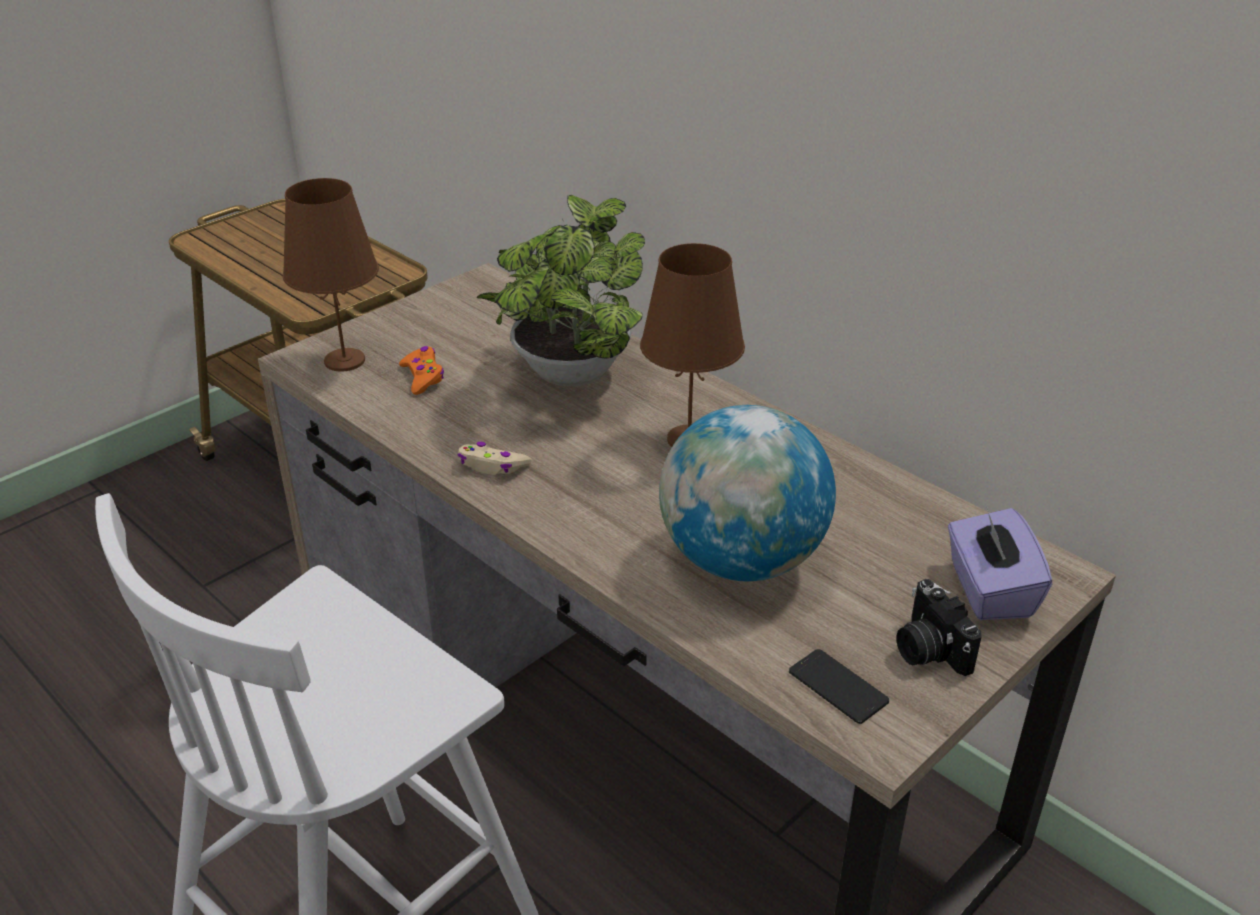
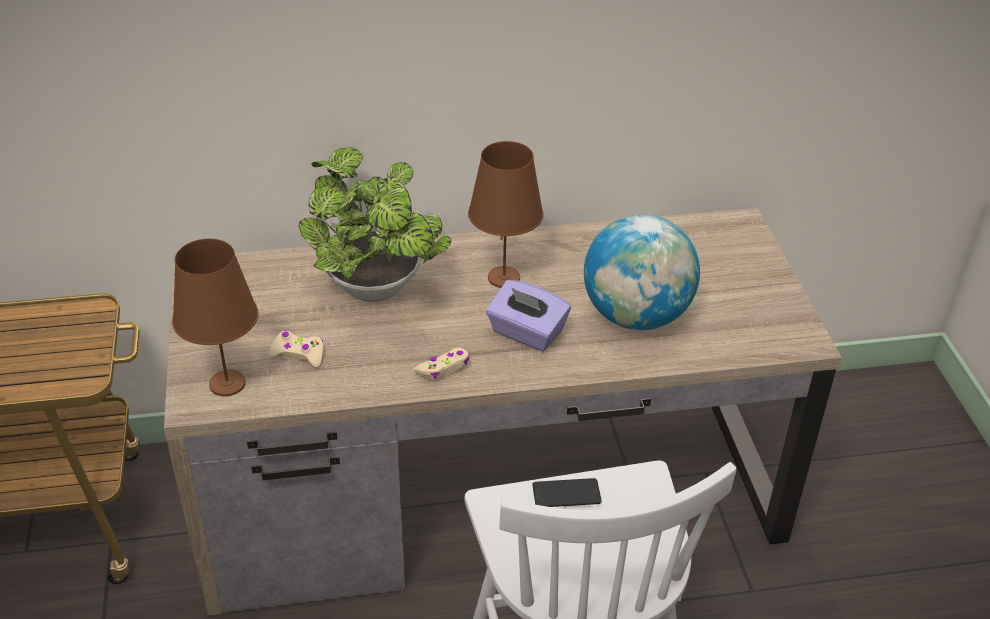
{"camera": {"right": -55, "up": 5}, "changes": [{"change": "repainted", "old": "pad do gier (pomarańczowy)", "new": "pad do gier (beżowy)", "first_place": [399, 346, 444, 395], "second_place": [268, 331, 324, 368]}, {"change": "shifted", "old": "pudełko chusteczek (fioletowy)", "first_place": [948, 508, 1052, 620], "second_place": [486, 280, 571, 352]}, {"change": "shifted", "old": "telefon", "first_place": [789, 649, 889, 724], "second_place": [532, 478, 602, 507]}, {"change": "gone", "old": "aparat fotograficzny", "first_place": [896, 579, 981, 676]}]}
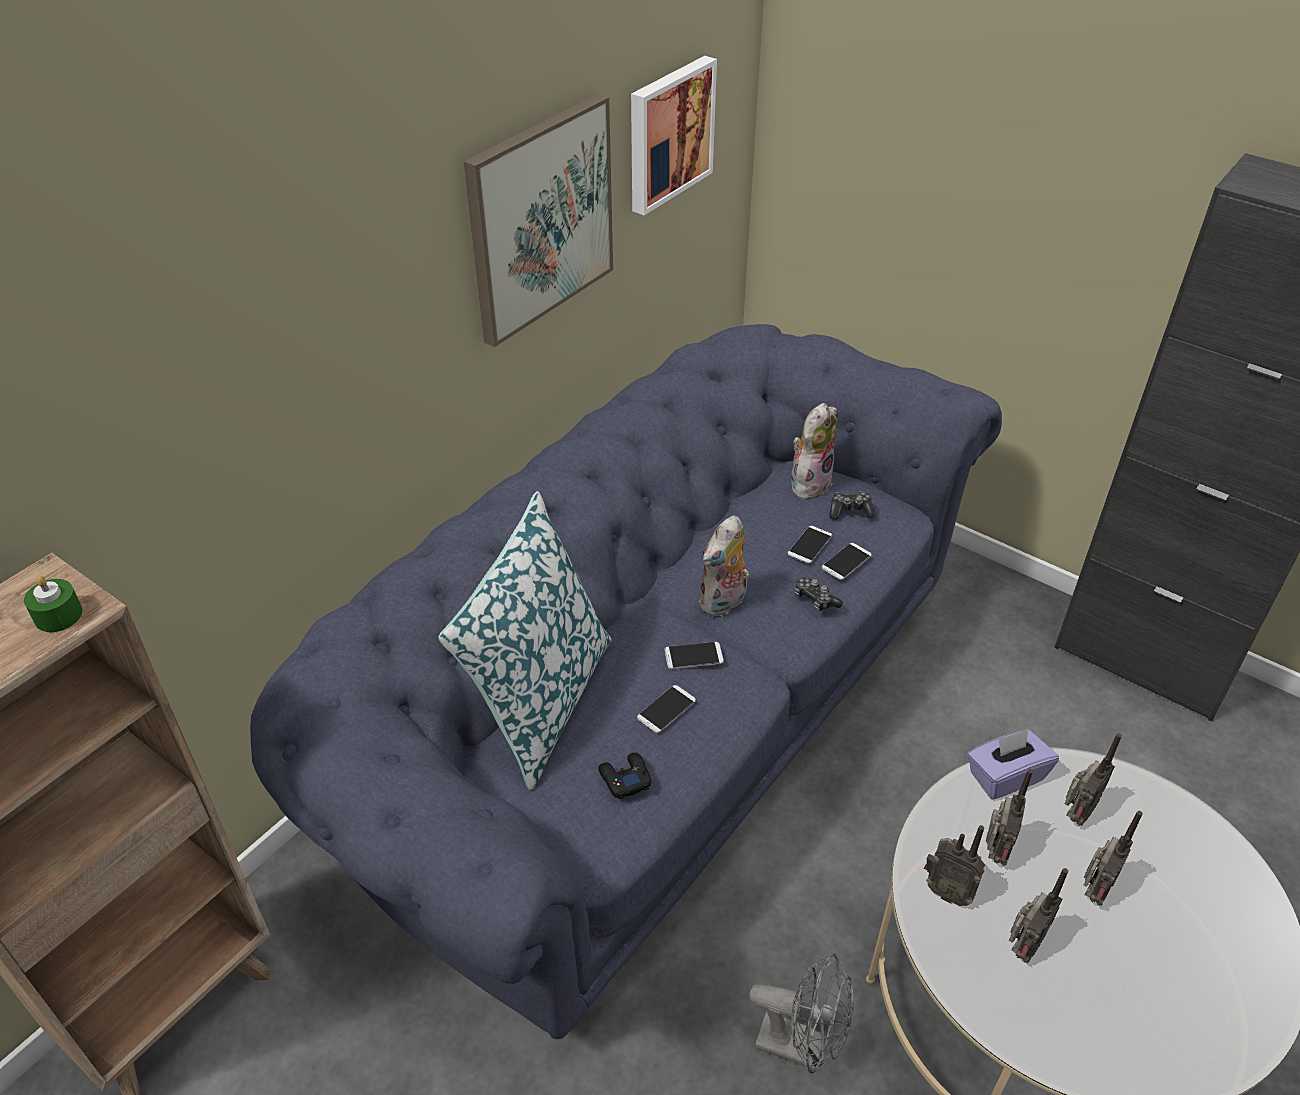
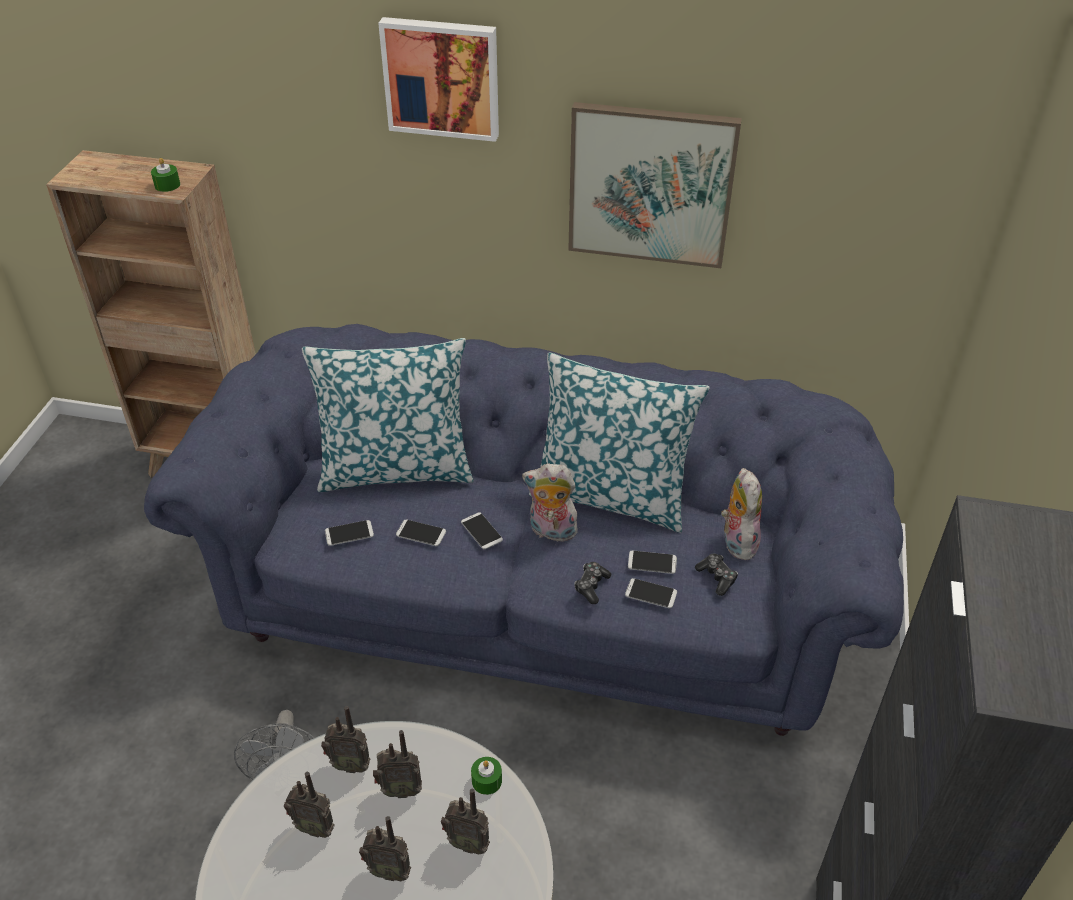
{"camera": {"right": 65, "up": 0}, "changes": [{"change": "rotated", "old": "radio", "first_place": [924, 825, 985, 906], "second_place": [321, 706, 371, 773], "degrees": -90}, {"change": "swapped", "old": "pad do gier (czarny)", "new": "telefon", "first_place": [598, 753, 651, 799], "second_place": [325, 520, 374, 546]}, {"change": "shifted", "old": "obraz", "first_place": [631, 56, 717, 215], "second_place": [378, 17, 499, 142]}, {"change": "swapped", "old": "pudełko chusteczek (fioletowy)", "new": "świeca (zielony)", "first_place": [967, 729, 1059, 799], "second_place": [471, 757, 502, 795]}, {"change": "new", "new": "poduszka", "second_place": [529, 353, 710, 533]}, {"change": "rotated", "old": "pluszak", "first_place": [791, 403, 838, 499], "second_place": [721, 468, 762, 560], "degrees": -105}]}
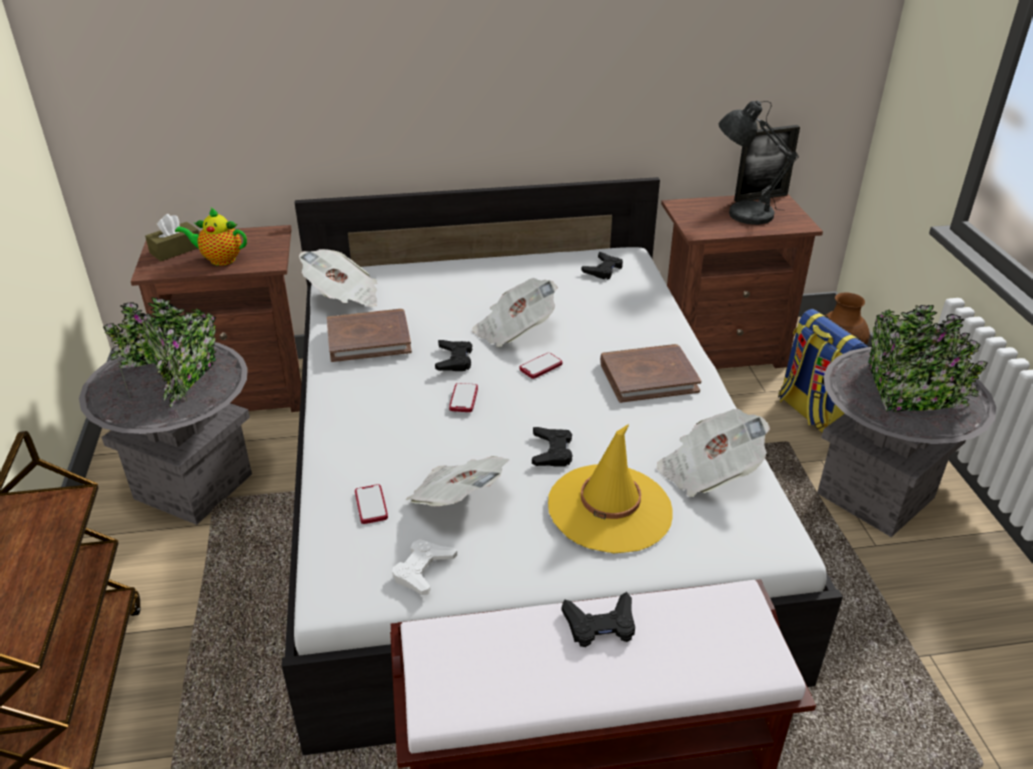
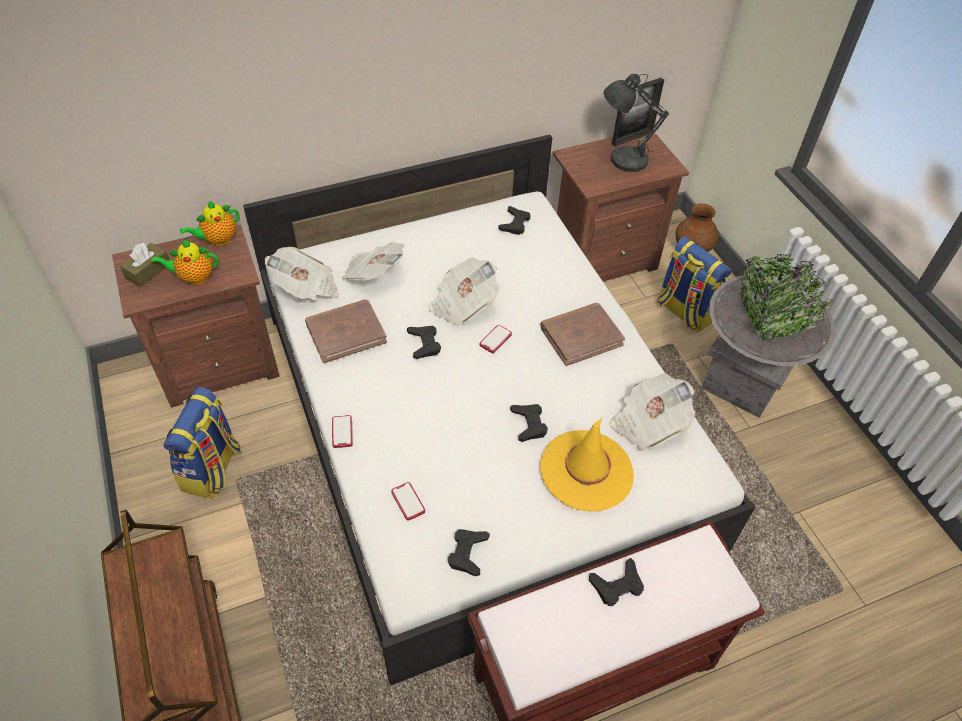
{"camera": {"right": -15, "up": 15}, "changes": [{"change": "swapped", "old": "donica (szary)", "new": "plecak", "first_place": [79, 297, 252, 525], "second_place": [163, 387, 241, 499]}, {"change": "new", "new": "imbryk", "second_place": [180, 201, 240, 246]}, {"change": "shifted", "old": "telefon", "first_place": [449, 383, 478, 412], "second_place": [332, 415, 353, 448]}, {"change": "shifted", "old": "gazeta", "first_place": [405, 456, 509, 507], "second_place": [342, 243, 405, 281]}, {"change": "repainted", "old": "pad do gier (biały)", "new": "pad do gier (czarny)", "first_place": [392, 539, 457, 595], "second_place": [448, 529, 490, 576]}]}
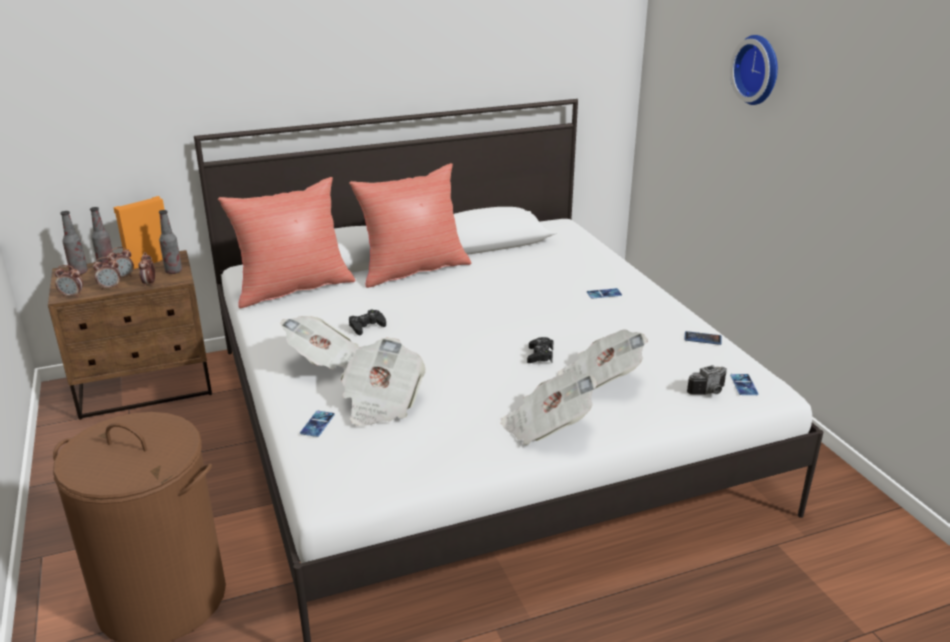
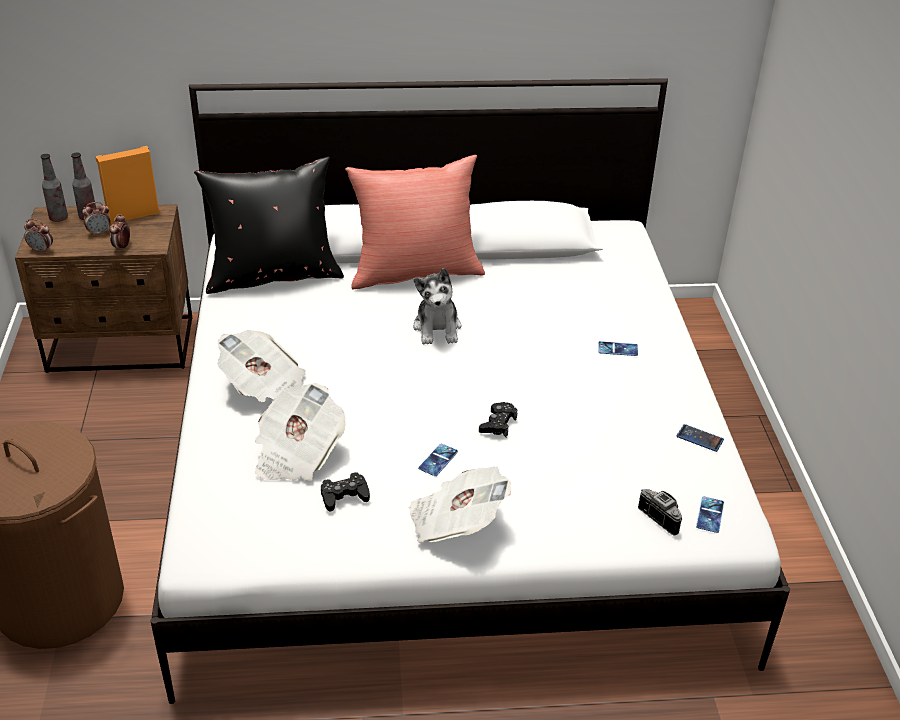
{"camera": {"right": 15, "up": 10}, "changes": [{"change": "repainted", "old": "poduszka (czerwony)", "new": "poduszka (czarny)", "first_place": [218, 177, 356, 308], "second_place": [194, 157, 344, 294]}, {"change": "shifted", "old": "pad do gier (czarny)", "first_place": [349, 309, 386, 335], "second_place": [321, 472, 370, 511]}, {"change": "new", "new": "pluszak", "second_place": [413, 268, 462, 344]}, {"change": "shifted", "old": "telefon", "first_place": [300, 411, 335, 437], "second_place": [418, 444, 458, 476]}, {"change": "rotated", "old": "aparat fotograficzny", "first_place": [687, 365, 727, 395], "second_place": [638, 489, 682, 536], "degrees": -120}, {"change": "gone", "old": "budzik", "first_place": [93, 257, 120, 290]}, {"change": "gone", "old": "butelka", "first_place": [159, 210, 182, 274]}, {"change": "gone", "old": "gazeta", "first_place": [557, 329, 648, 390]}, {"change": "gone", "old": "zegar ścienny", "first_place": [730, 35, 778, 105]}]}
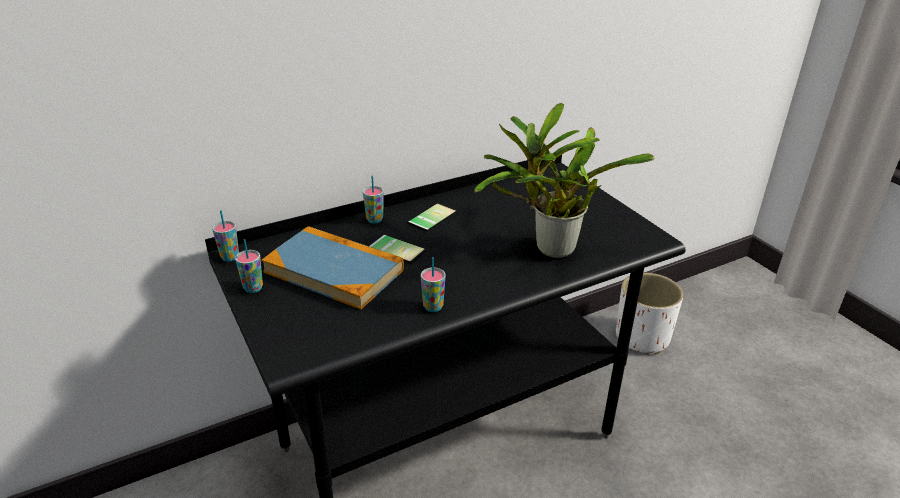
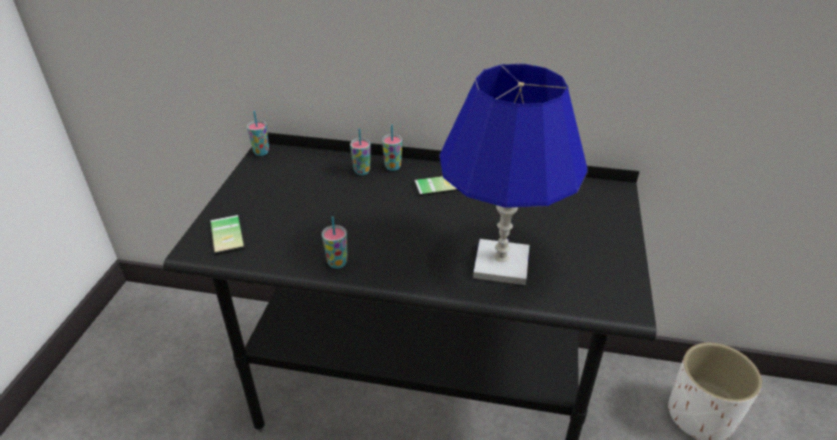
{"camera": {"right": 40, "up": 5}, "changes": [{"change": "shifted", "old": "telefon", "first_place": [369, 234, 427, 264], "second_place": [210, 214, 245, 256]}, {"change": "shifted", "old": "filiżanka", "first_place": [235, 239, 263, 293], "second_place": [350, 129, 371, 175]}, {"change": "swapped", "old": "roślina doniczkowa", "new": "lampa stołowa (niebieski)", "first_place": [474, 103, 654, 258], "second_place": [439, 64, 588, 285]}, {"change": "gone", "old": "książka", "first_place": [261, 226, 404, 310]}]}
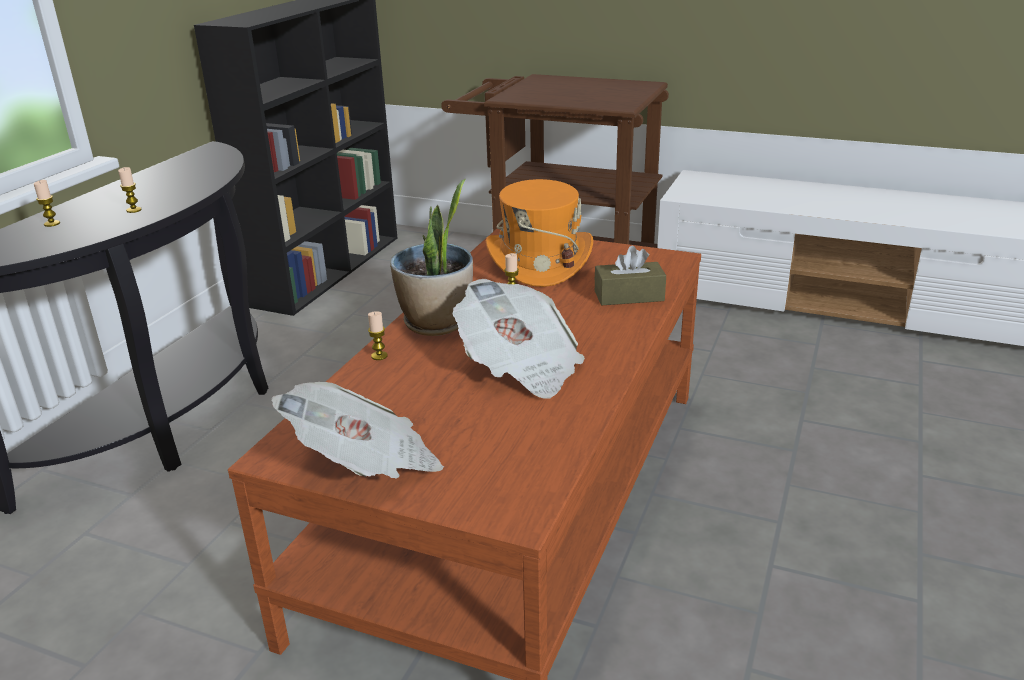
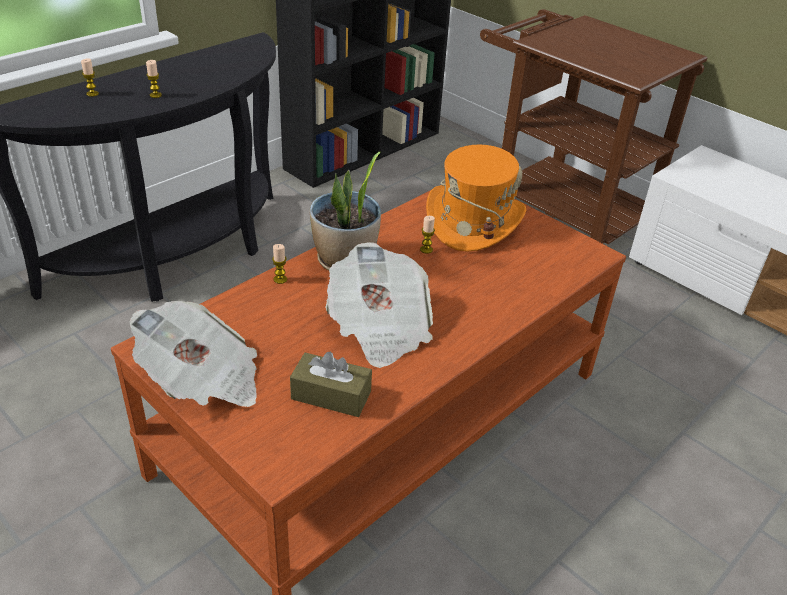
{"camera": {"right": 20, "up": 10}, "changes": [{"change": "shifted", "old": "pudełko chusteczek (brązowy)", "first_place": [595, 246, 666, 306], "second_place": [290, 352, 372, 417]}]}
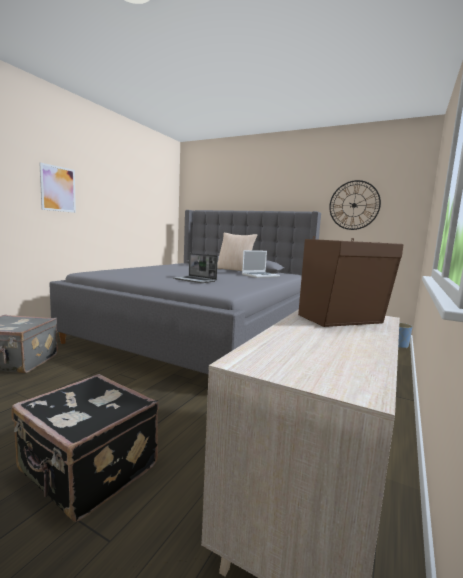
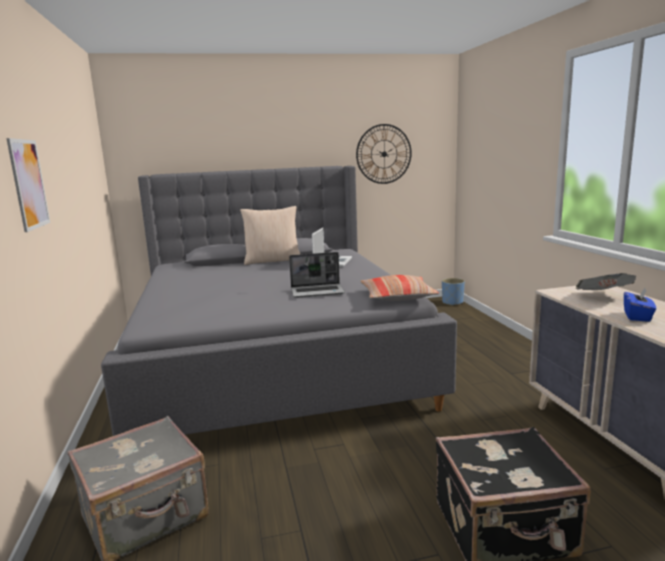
{"camera": {"right": -40, "up": 5}, "changes": [{"change": "new", "new": "poduszka", "second_place": [361, 275, 439, 301]}, {"change": "swapped", "old": "głośnik (brązowy)", "new": "gazeta", "first_place": [298, 236, 404, 327], "second_place": [576, 273, 637, 290]}, {"change": "new", "new": "pudełko chusteczek (niebieski)", "second_place": [624, 287, 656, 322]}]}
